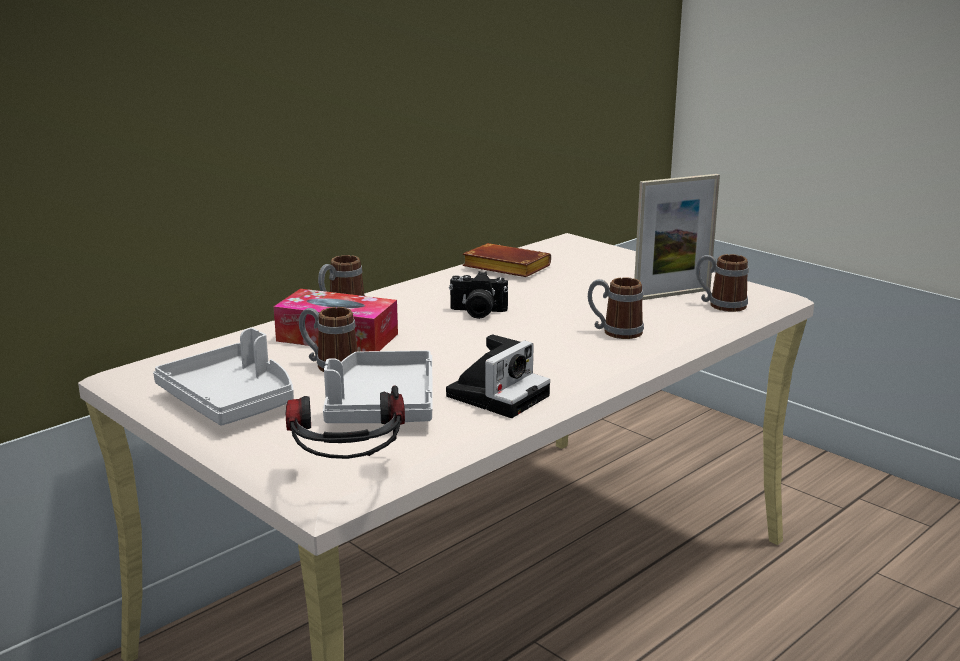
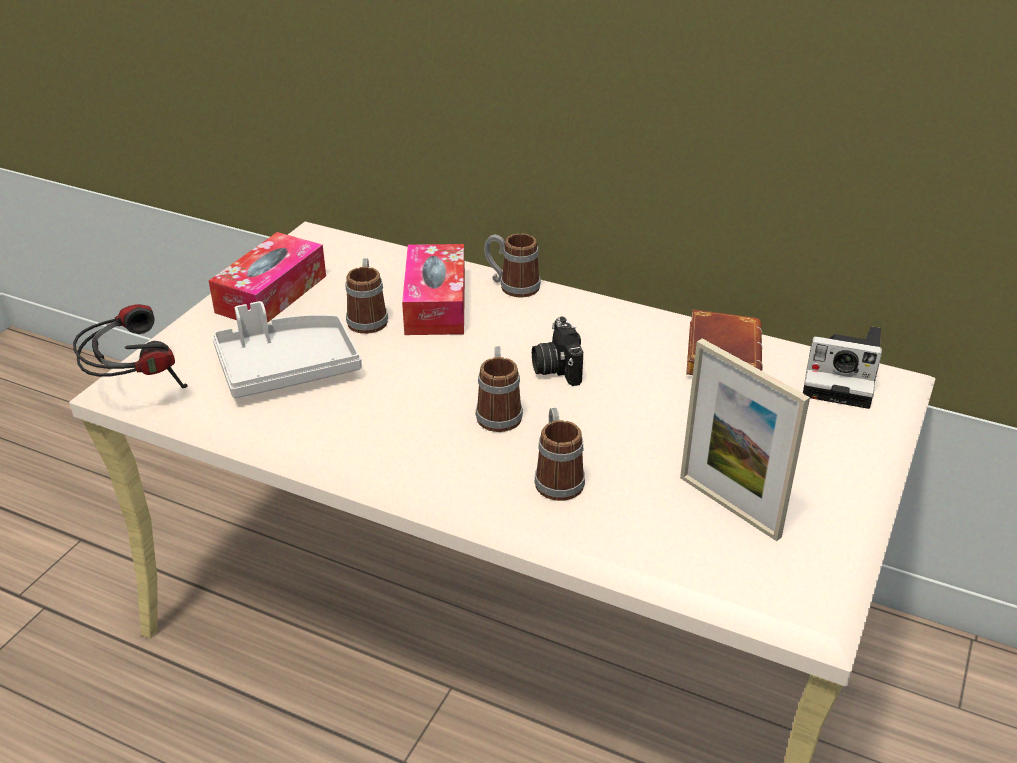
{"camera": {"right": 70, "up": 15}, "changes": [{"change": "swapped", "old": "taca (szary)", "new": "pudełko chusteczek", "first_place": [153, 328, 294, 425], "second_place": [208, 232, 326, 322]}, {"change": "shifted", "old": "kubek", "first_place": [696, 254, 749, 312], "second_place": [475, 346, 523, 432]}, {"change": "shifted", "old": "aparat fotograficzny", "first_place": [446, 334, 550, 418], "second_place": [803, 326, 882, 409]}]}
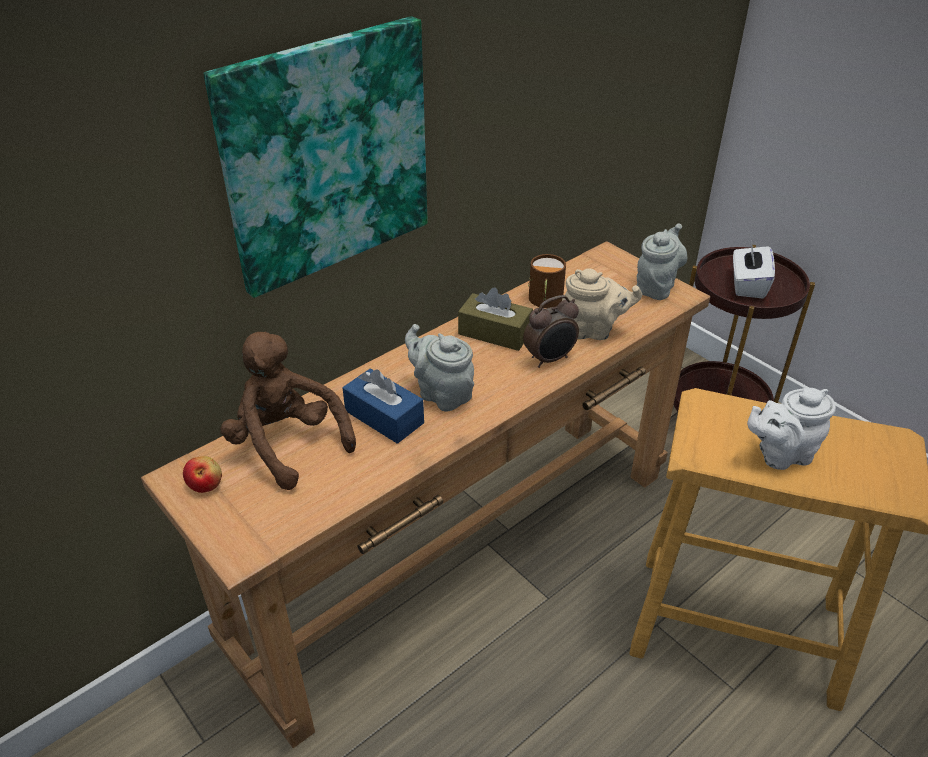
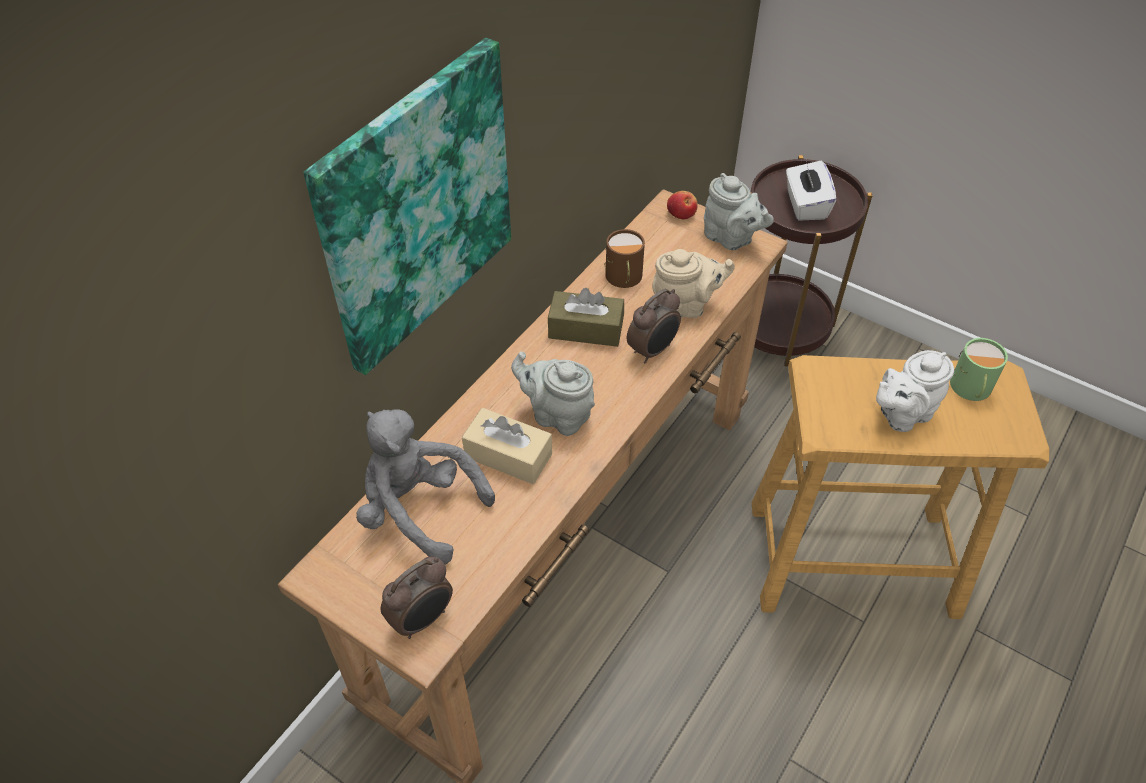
{"camera": {"right": -15, "up": 10}, "changes": [{"change": "repainted", "old": "pluszak (brązowy)", "new": "pluszak (szary)", "first_place": [221, 332, 356, 490], "second_place": [356, 410, 495, 565]}, {"change": "new", "new": "budzik", "second_place": [381, 557, 453, 639]}, {"change": "repainted", "old": "pudełko chusteczek (niebieski)", "new": "pudełko chusteczek (beżowy)", "first_place": [343, 369, 424, 444], "second_place": [462, 408, 552, 484]}, {"change": "shifted", "old": "jabłko", "first_place": [183, 456, 222, 493], "second_place": [667, 191, 698, 219]}, {"change": "rotated", "old": "imbryk (szary)", "first_place": [637, 223, 687, 300], "second_place": [704, 173, 774, 250], "degrees": 120}, {"change": "new", "new": "kubek (zielony)", "second_place": [950, 338, 1008, 401]}]}
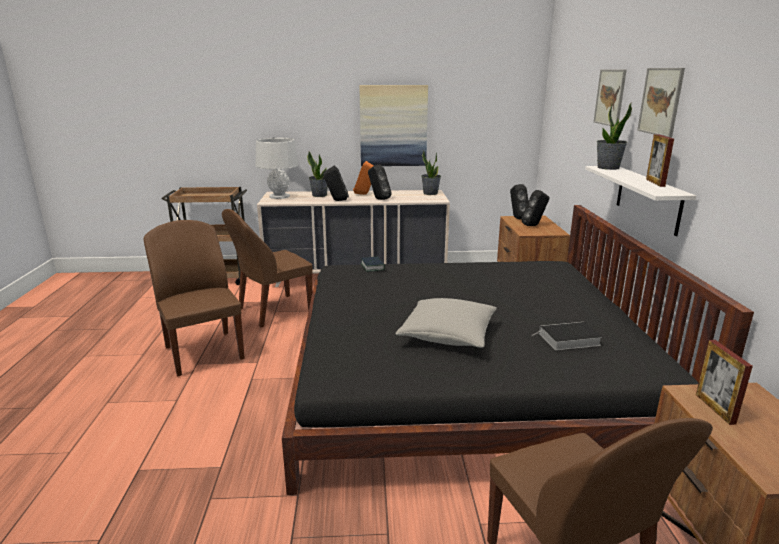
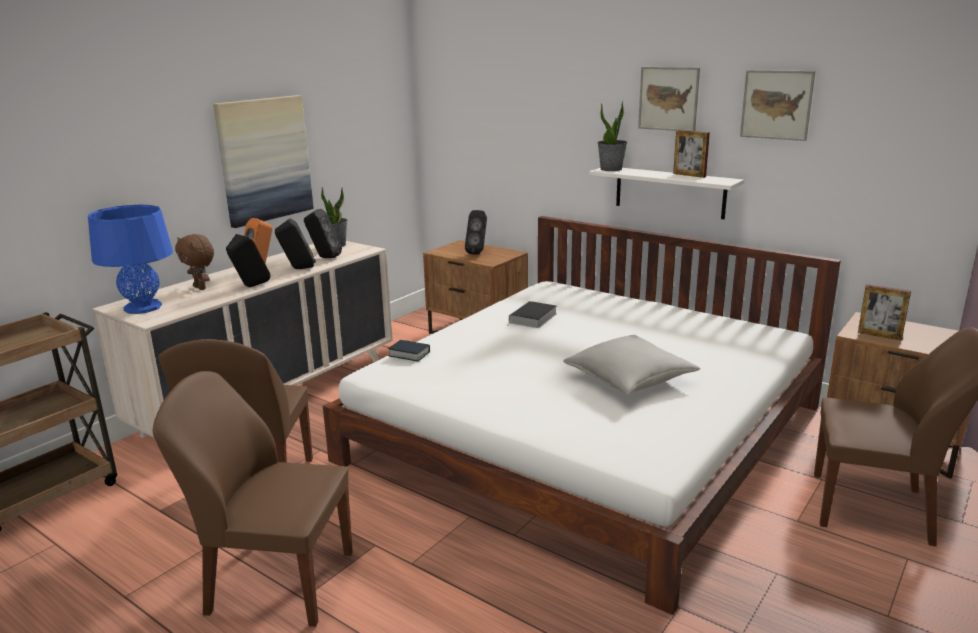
{"camera": {"right": -50, "up": 0}, "changes": [{"change": "repainted", "old": "lampa stołowa (szary)", "new": "lampa stołowa (niebieski)", "first_place": [256, 138, 299, 199], "second_place": [88, 205, 173, 314]}, {"change": "swapped", "old": "roślina doniczkowa", "new": "pluszak (brązowy)", "first_place": [307, 152, 328, 197], "second_place": [175, 234, 214, 290]}, {"change": "shifted", "old": "głośnik (czarny)", "first_place": [510, 184, 528, 220], "second_place": [304, 209, 342, 258]}, {"change": "repainted", "old": "łóżko (czarny)", "new": "łóżko (biały)", "first_place": [282, 205, 754, 495], "second_place": [323, 216, 841, 615]}, {"change": "shifted", "old": "książka", "first_place": [532, 322, 602, 350], "second_place": [507, 301, 557, 328]}, {"change": "shifted", "old": "obraz", "first_place": [594, 70, 627, 126], "second_place": [740, 70, 815, 141]}]}
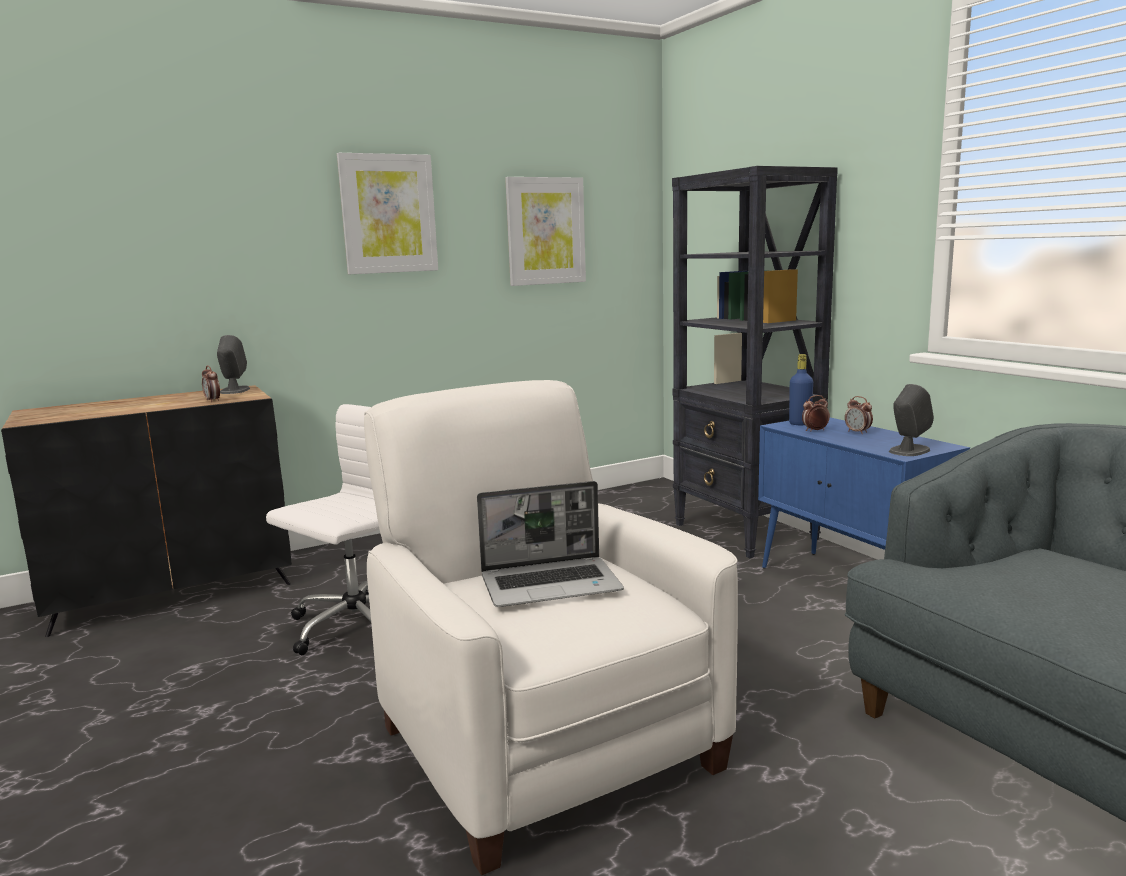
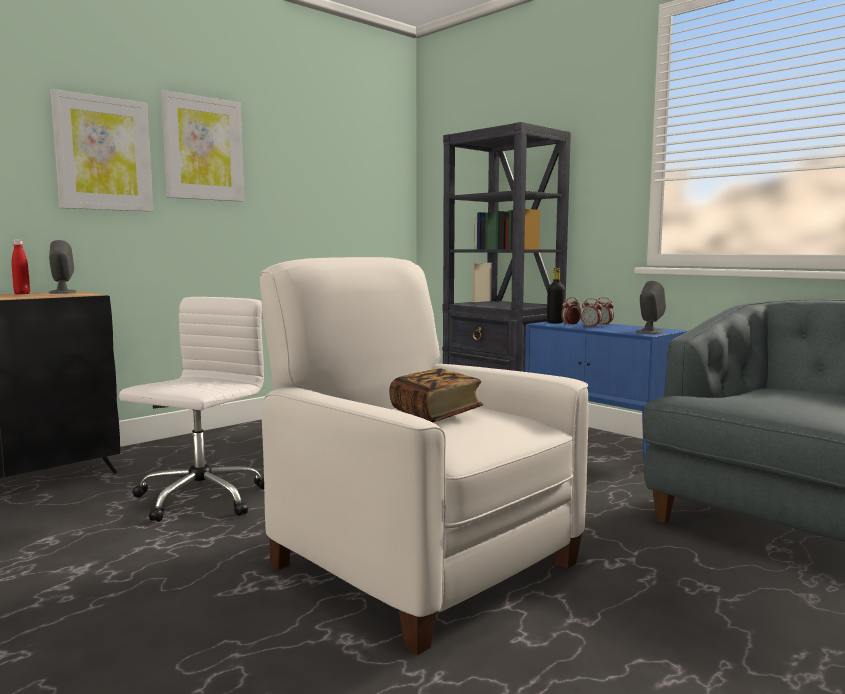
{"camera": {"right": -15, "up": -5}, "changes": [{"change": "new", "new": "butelka (czerwony)", "second_place": [12, 240, 30, 294]}, {"change": "shifted", "old": "obraz", "first_place": [505, 177, 586, 286], "second_place": [50, 89, 153, 212]}, {"change": "swapped", "old": "laptop", "new": "książka", "first_place": [477, 481, 624, 607], "second_place": [389, 368, 483, 423]}, {"change": "repainted", "old": "butelka (niebieski)", "new": "butelka (czarny)", "first_place": [789, 354, 813, 425], "second_place": [547, 268, 565, 324]}, {"change": "shifted", "old": "budzik", "first_place": [202, 365, 220, 402], "second_place": [580, 298, 602, 328]}]}
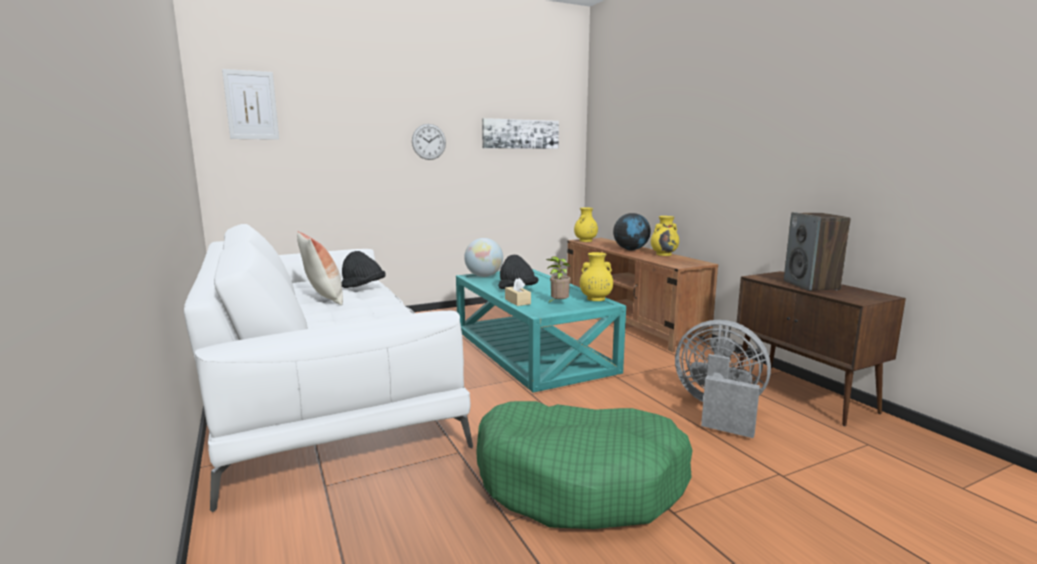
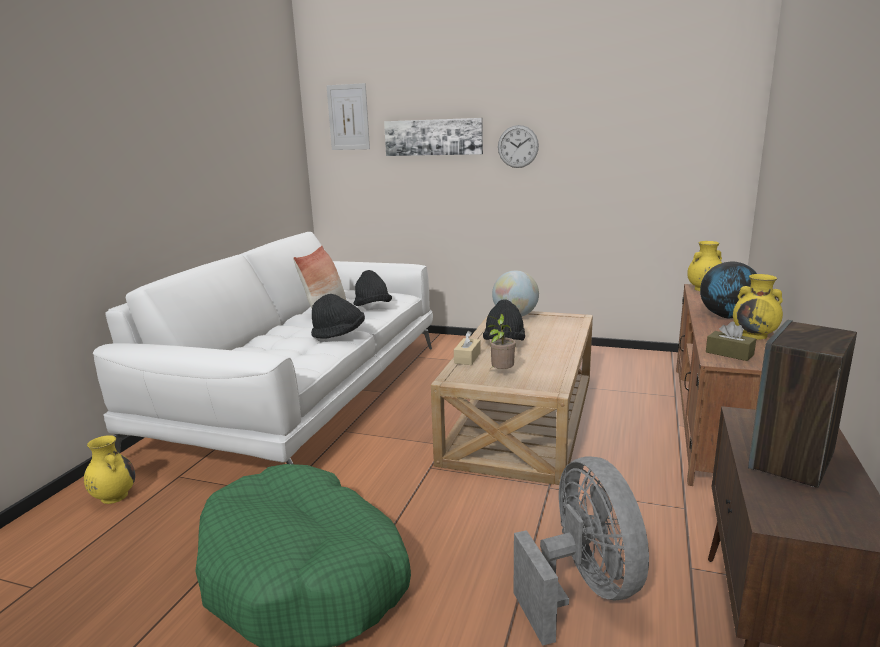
{"camera": {"right": 45, "up": 5}, "changes": [{"change": "shifted", "old": "wazon (żółty)", "first_place": [580, 252, 613, 301], "second_place": [84, 435, 135, 504]}, {"change": "new", "new": "kapelusz (czarny)", "second_place": [311, 294, 365, 339]}, {"change": "shifted", "old": "obraz", "first_place": [482, 118, 559, 149], "second_place": [384, 118, 483, 156]}, {"change": "repainted", "old": "ława (turkusowy)", "new": "ława (beżowy)", "first_place": [456, 269, 626, 393], "second_place": [431, 311, 593, 485]}, {"change": "new", "new": "pudełko chusteczek (brązowy)", "second_place": [706, 321, 756, 361]}]}
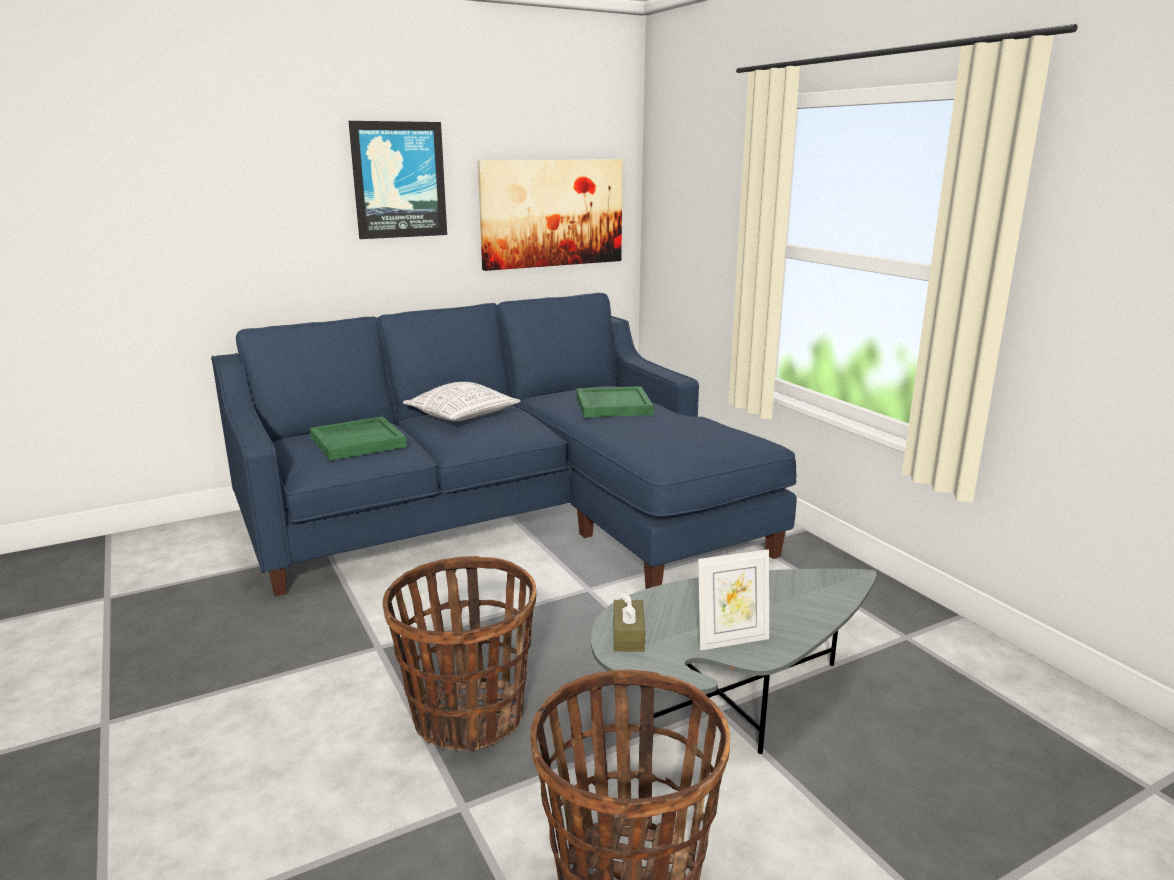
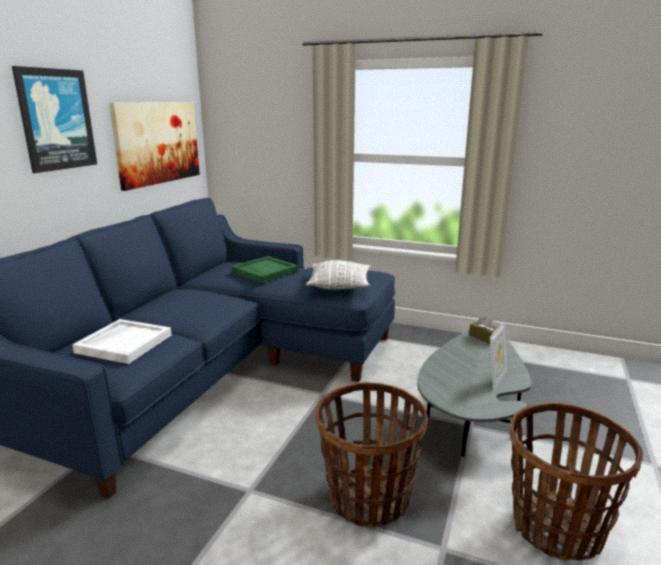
{"camera": {"right": -40, "up": 0}, "changes": [{"change": "repainted", "old": "taca (zielony)", "new": "taca (biały)", "first_place": [310, 416, 407, 461], "second_place": [72, 319, 172, 364]}, {"change": "shifted", "old": "poduszka", "first_place": [403, 382, 521, 421], "second_place": [306, 260, 371, 290]}, {"change": "shifted", "old": "pudełko chusteczek (brązowy)", "first_place": [614, 592, 645, 652], "second_place": [469, 316, 497, 344]}]}
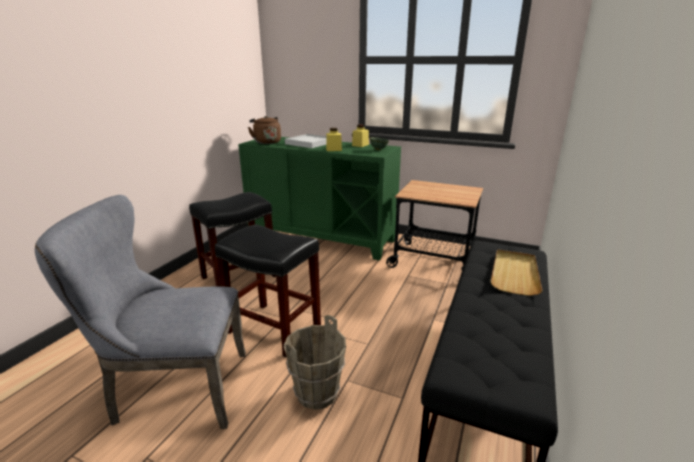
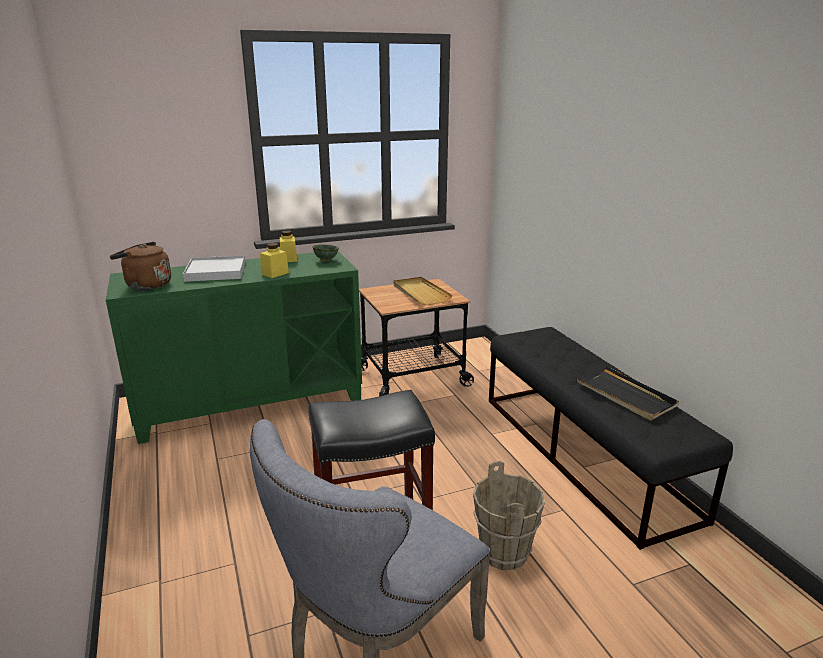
{"camera": {"right": -45, "up": 0}, "changes": [{"change": "shifted", "old": "taca (beżowy)", "first_place": [490, 249, 543, 296], "second_place": [393, 277, 452, 305]}, {"change": "new", "new": "taca (czarny)", "second_place": [576, 366, 679, 421]}, {"change": "gone", "old": "stołek (czarny)", "first_place": [189, 192, 276, 287]}]}
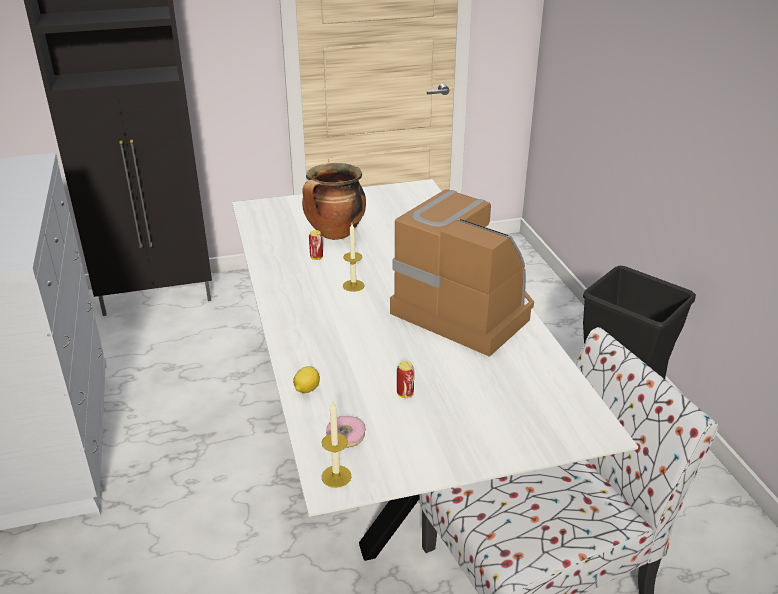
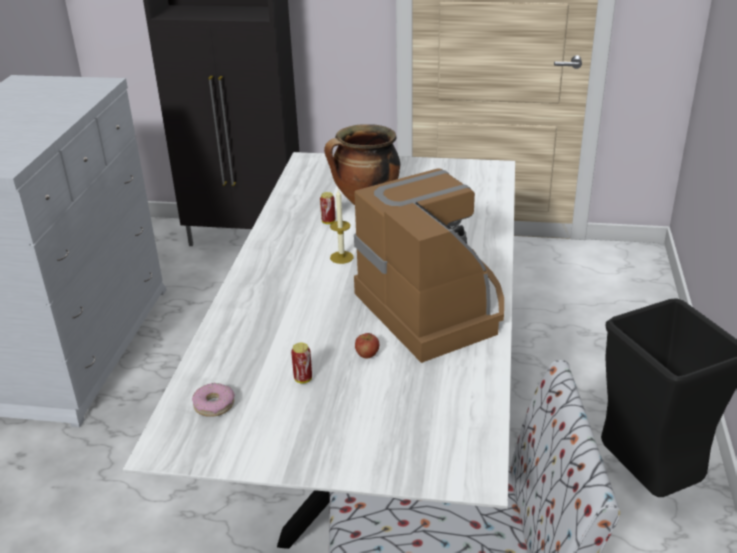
{"camera": {"right": 25, "up": 0}, "changes": [{"change": "new", "new": "jabłko", "second_place": [355, 333, 379, 359]}, {"change": "gone", "old": "cytryna", "first_place": [293, 366, 320, 393]}, {"change": "gone", "old": "świeca", "first_place": [321, 402, 352, 488]}]}
